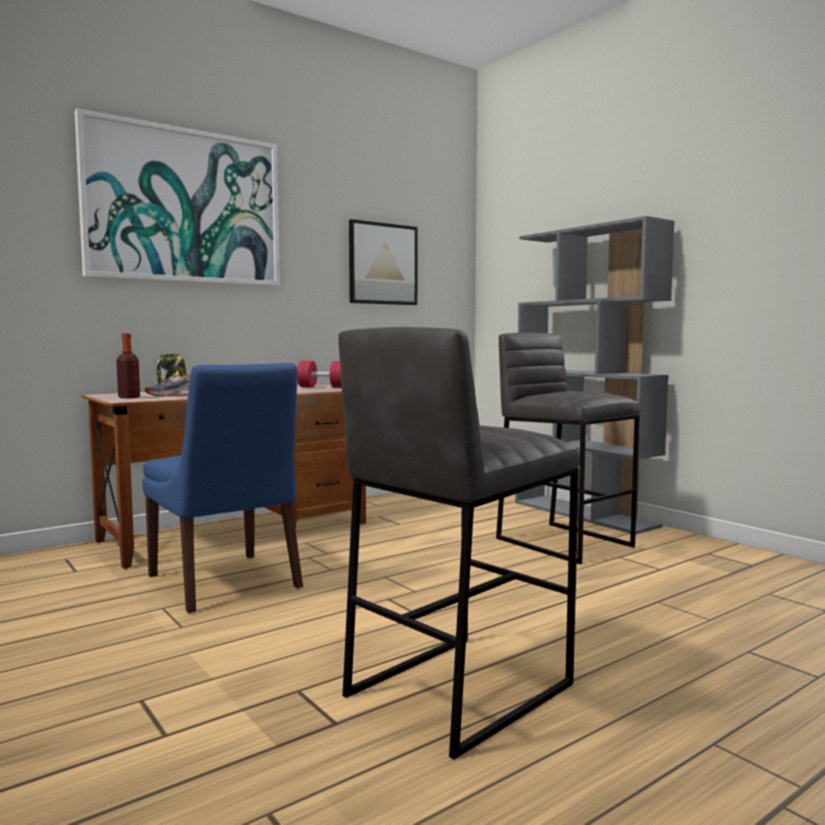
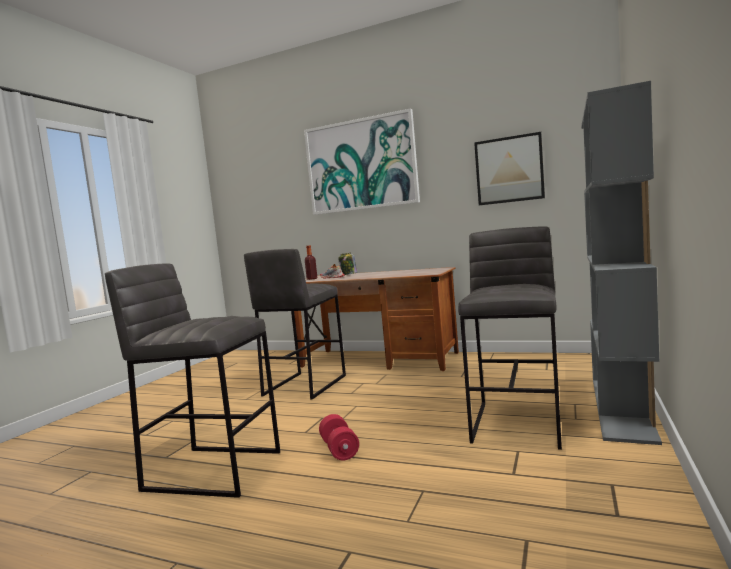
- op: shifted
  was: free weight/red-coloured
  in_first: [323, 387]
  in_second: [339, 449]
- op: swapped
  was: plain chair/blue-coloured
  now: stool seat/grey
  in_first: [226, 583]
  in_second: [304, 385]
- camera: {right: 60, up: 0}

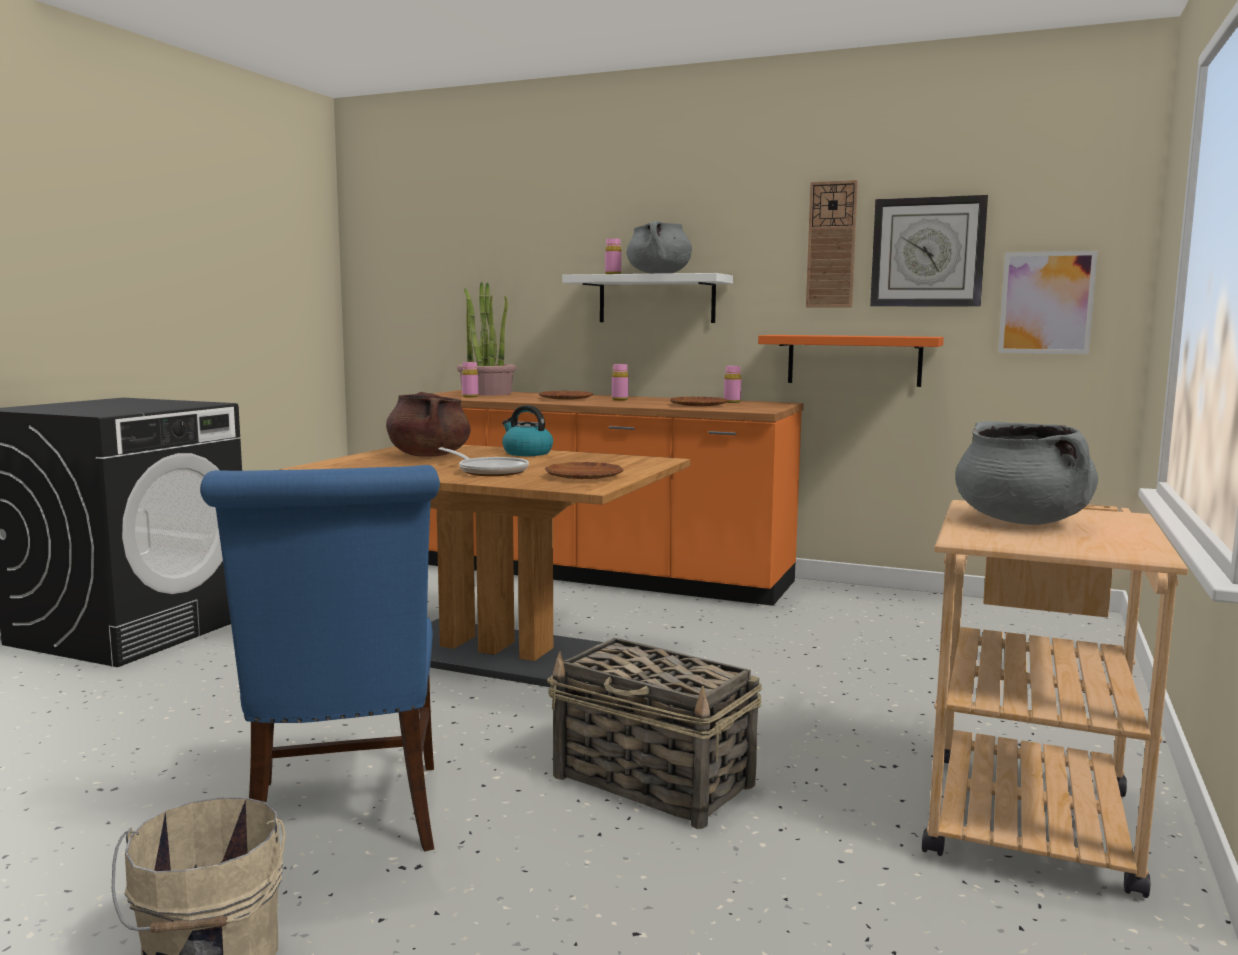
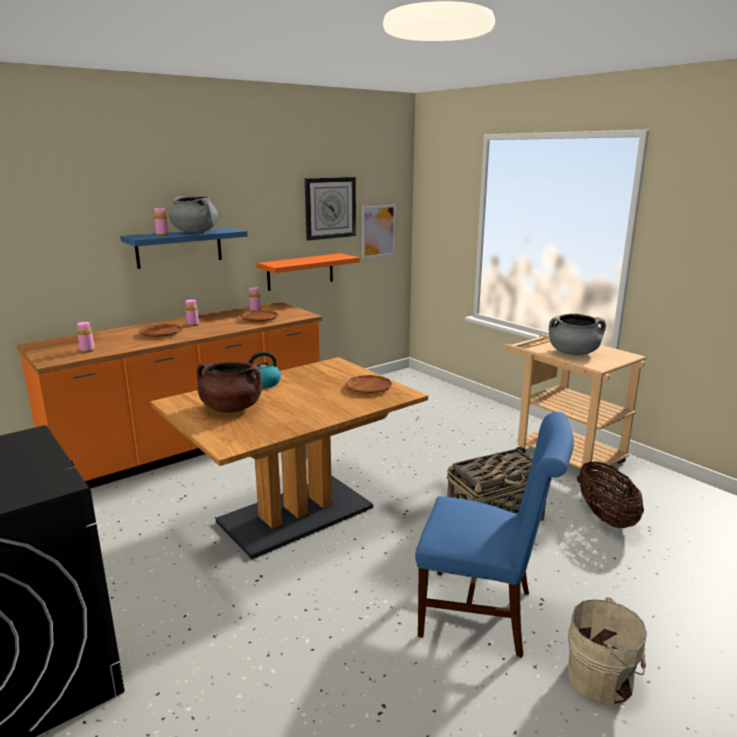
- op: gone
  was: wall clock
  in_first: [831, 245]
- op: repainted
  was: wall shelf/whitish
  now: wall shelf/blue-coloured
  in_first: [656, 299]
  in_second: [179, 247]
- op: gone
  was: plant in a pot
  in_first: [486, 393]
- op: gone
  was: skillet
  in_first: [489, 471]
- op: new
  now: household basket
  in_second: [606, 516]
- camera: {right: -60, up: 10}

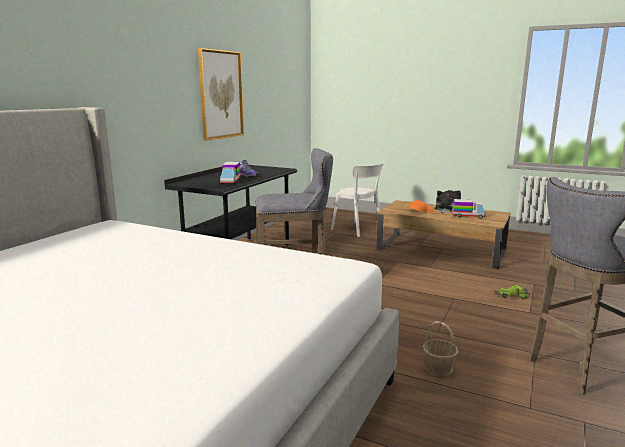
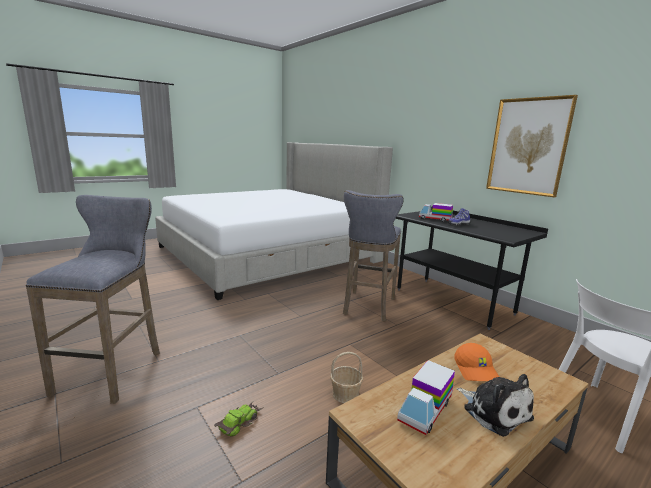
- op: shifted
  was: household basket
  in_first: [438, 368]
  in_second: [345, 394]
- camera: {right: 115, up: 0}

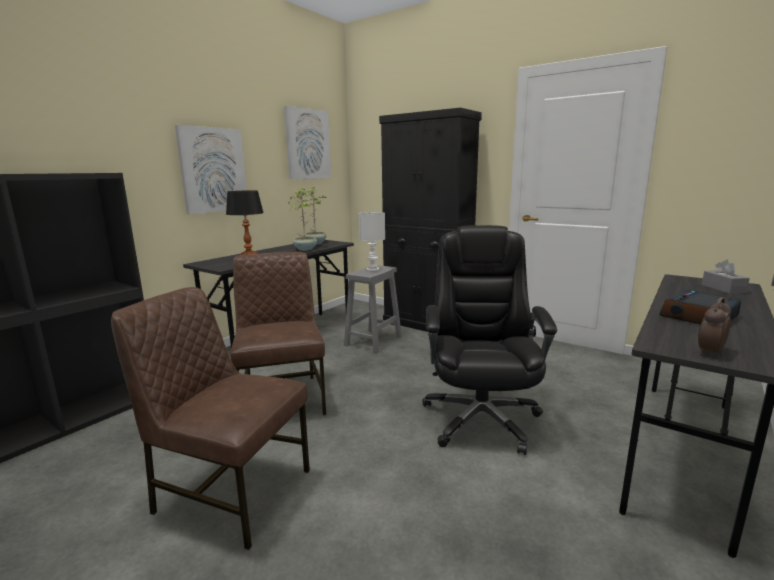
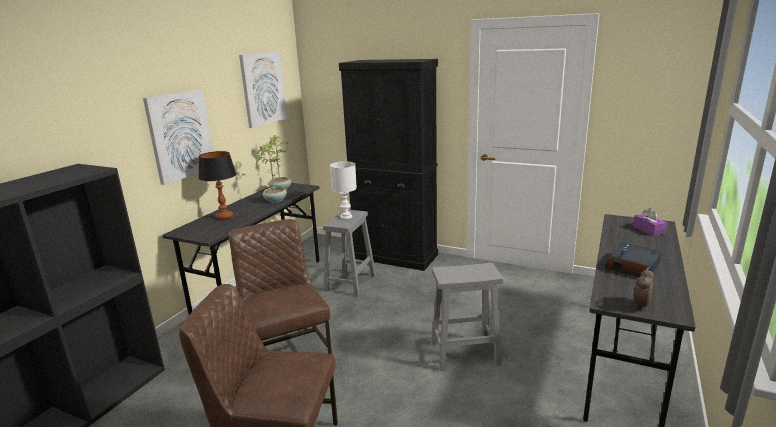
- op: swapped
  was: office chair/black
  now: stool seat/grey
  in_first: [480, 417]
  in_second: [466, 352]
- op: repainted
  was: box of tissues/grey
  now: box of tissues/purple
  in_first: [723, 288]
  in_second: [648, 230]
- camera: {right: -10, up: 5}

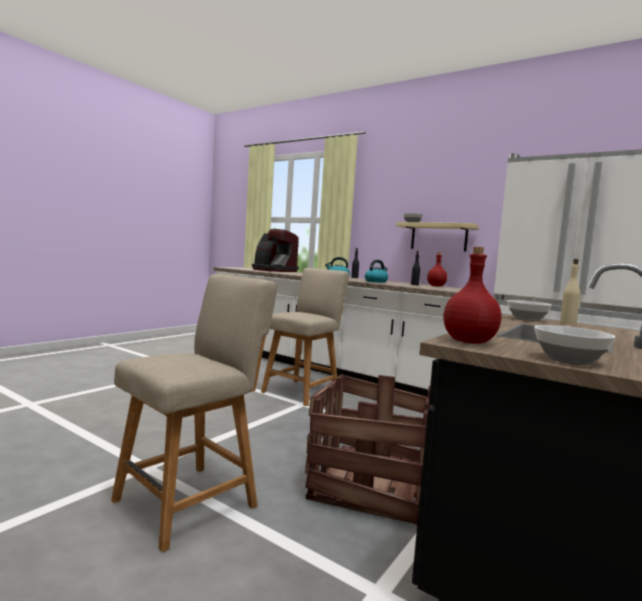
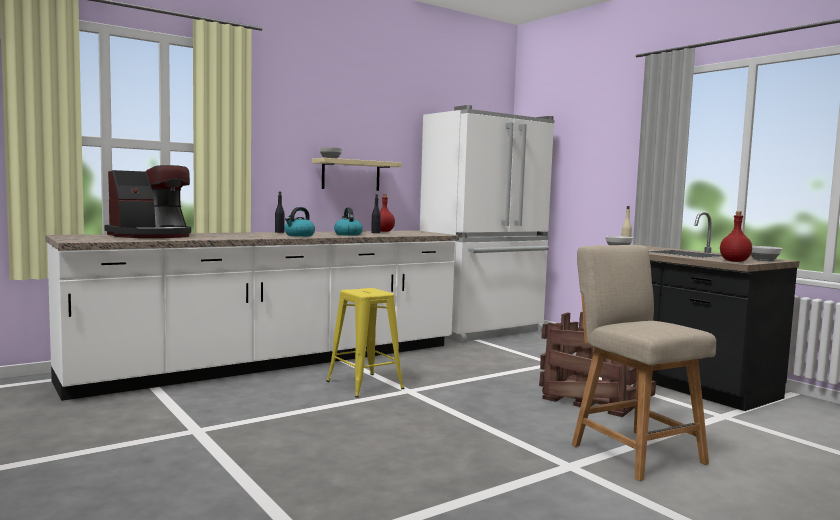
- op: swapped
  was: plain chair/sand-coloured
  now: stool seat/yellow-coloured
  in_first: [302, 391]
  in_second: [364, 385]
- camera: {right: -70, up: 0}

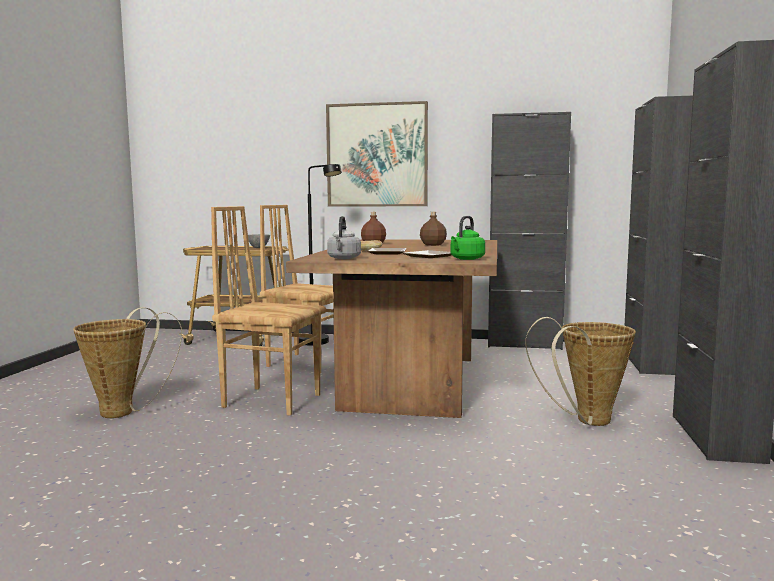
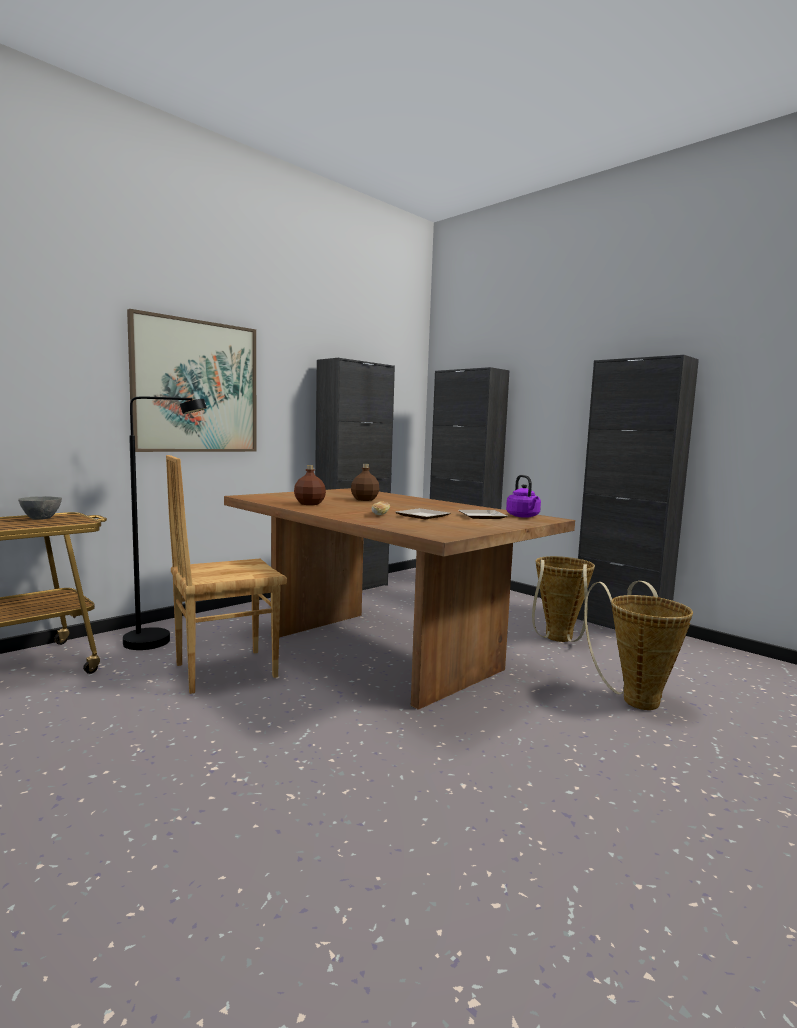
- op: gone
  was: plain chair/brown
  in_first: [272, 400]
- op: gone
  was: kettle/grey
  in_first: [343, 258]
- op: repainted
  was: kettle/green-coloured
  now: kettle/purple
  in_first: [466, 259]
  in_second: [523, 516]
- op: shifted
  was: household basket
  in_first: [124, 411]
  in_second: [635, 698]
- camera: {right: -55, up: 0}

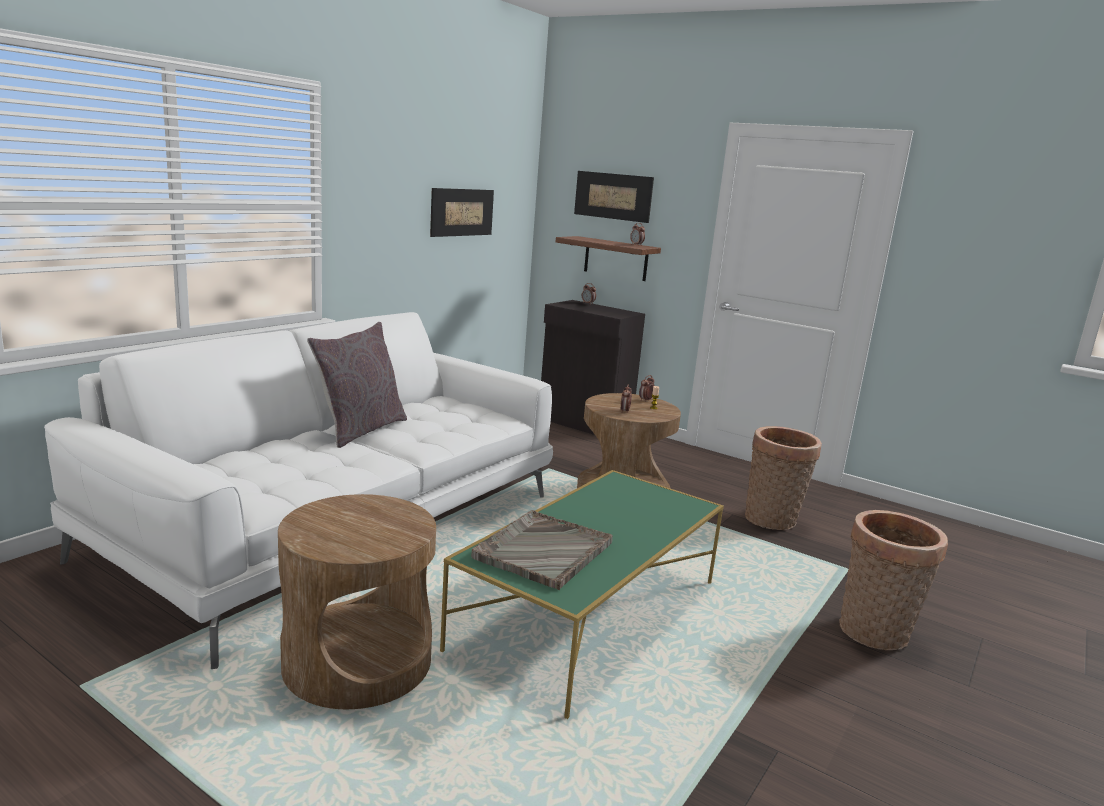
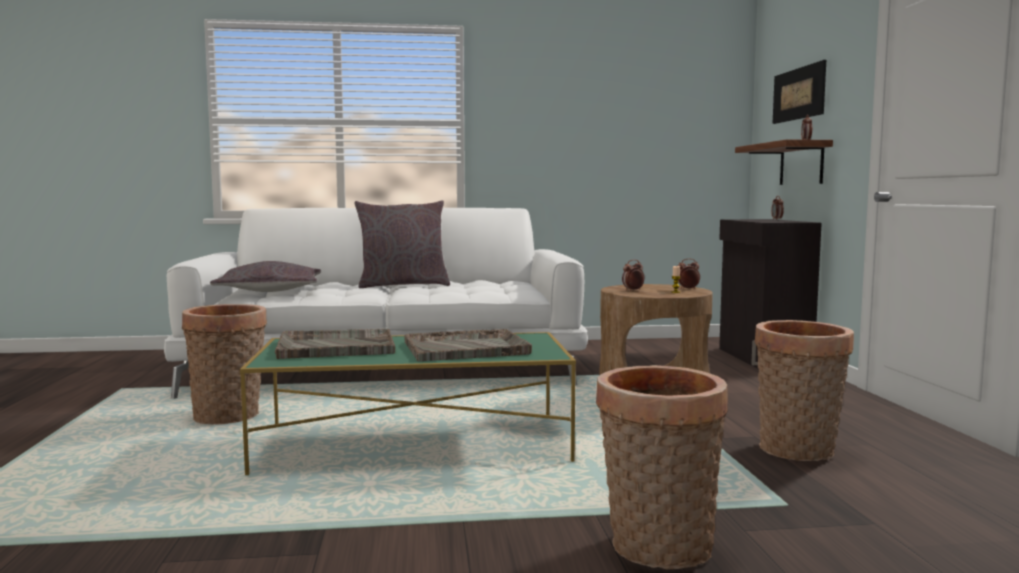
- op: gone
  was: wall picture
  in_first: [462, 212]
- op: swapped
  was: side table/brown
  now: household basket
  in_first: [357, 662]
  in_second: [229, 417]
- op: new
  now: cushion/grey
  in_second: [270, 291]
- op: new
  now: tray/grey
  in_second: [467, 348]
- camera: {right: 50, up: -10}

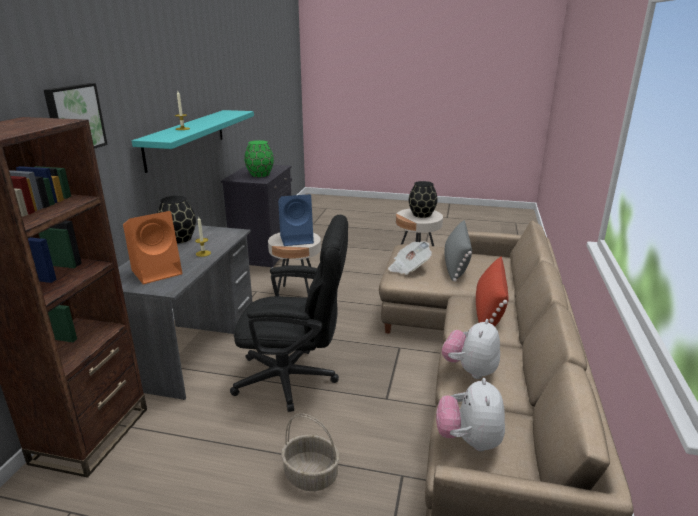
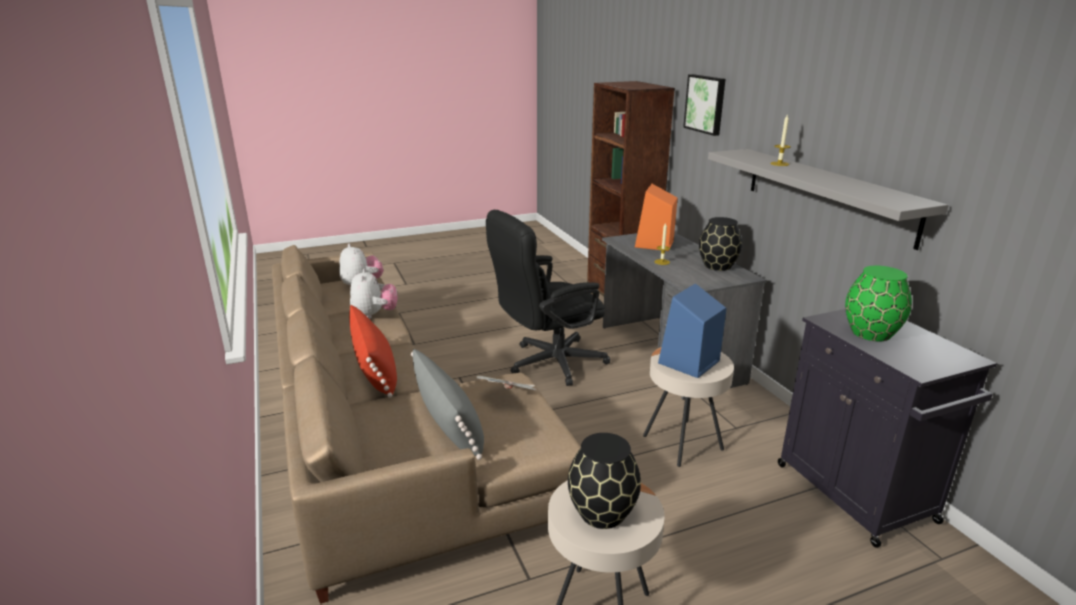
- op: repainted
  was: wall shelf/turquoise-coloured
  now: wall shelf/grey
  in_first: [186, 138]
  in_second: [827, 194]
- op: gone
  was: household basket
  in_first: [311, 475]
- camera: {right: 145, up: 0}

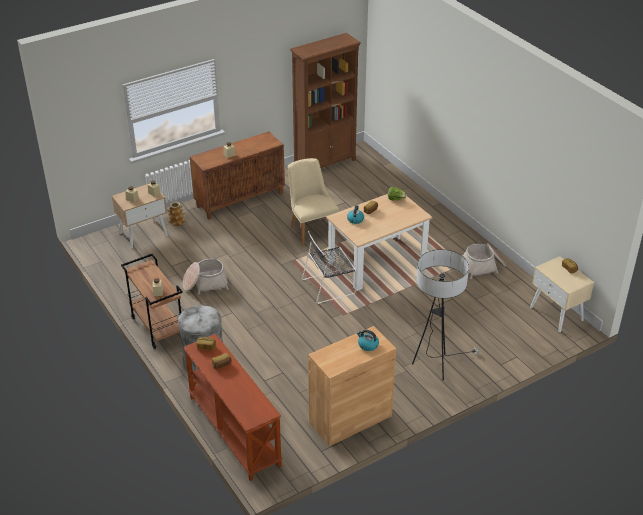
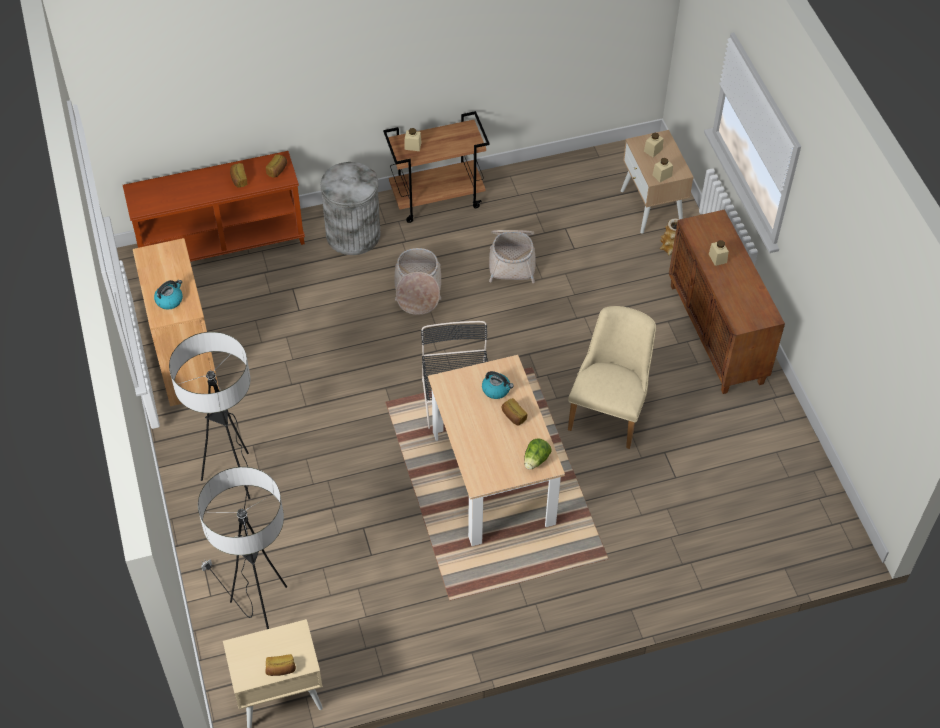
- op: gone
  was: shelving unit/brown
  in_first: [325, 163]
- op: rotated
  was: plain chair/sand-coloured
  in_first: [311, 229]
  in_second: [609, 411]
  clockwise: -60
- op: shifted
  was: household basket
  in_first: [483, 266]
  in_second: [417, 289]
- op: new
  now: standing lamp
  in_second: [260, 608]
- camera: {right: 105, up: 15}

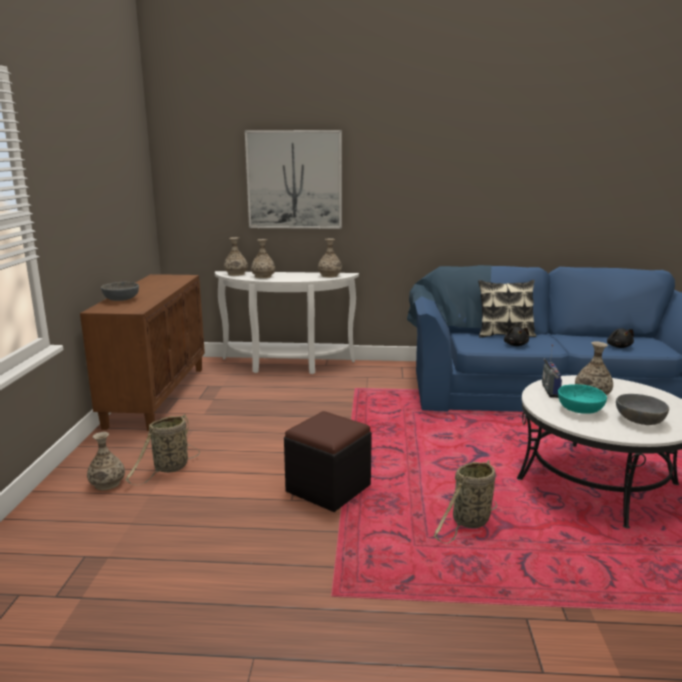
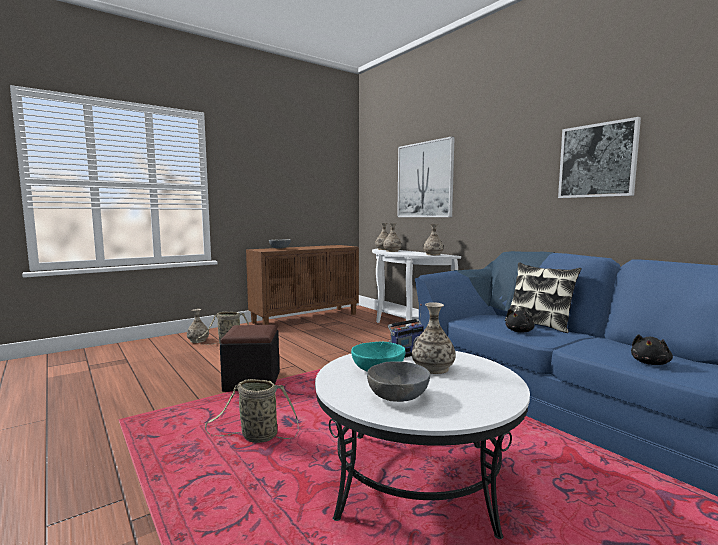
- op: new
  now: wall picture
  in_second: [597, 160]
- camera: {right: 50, up: -10}

